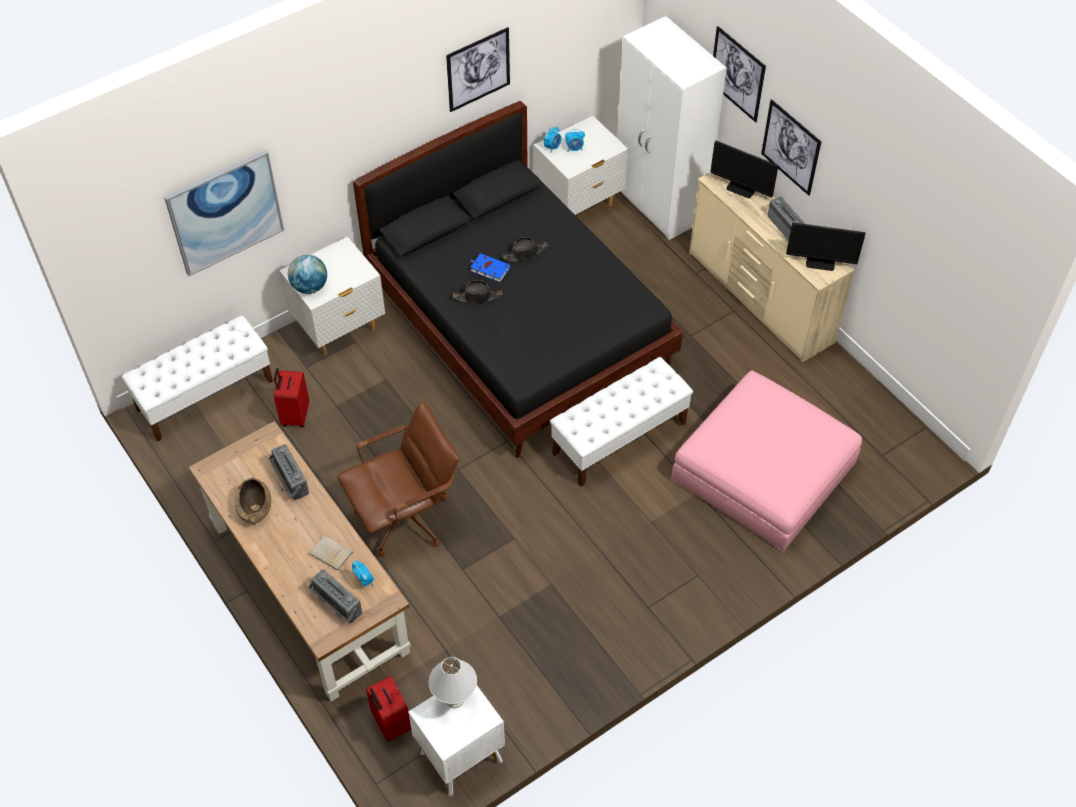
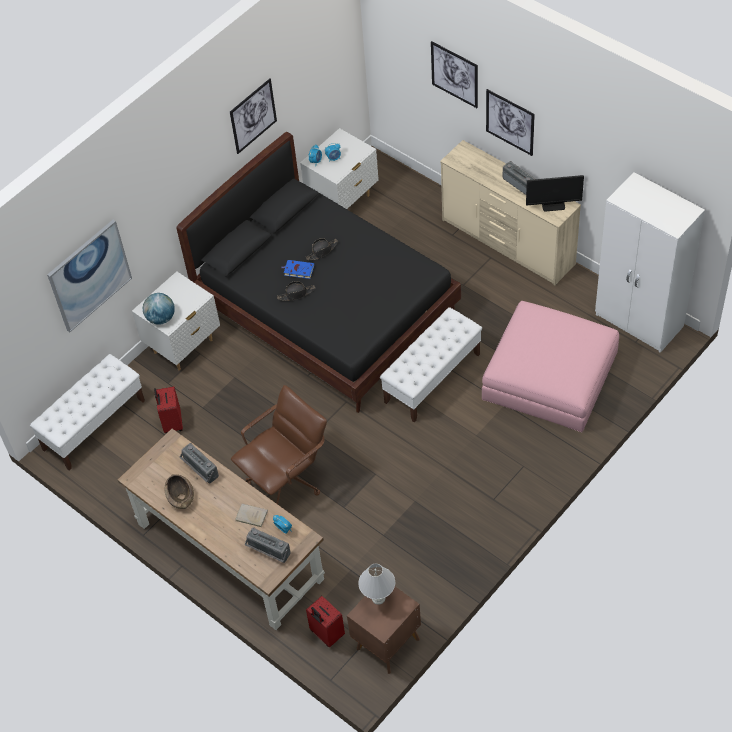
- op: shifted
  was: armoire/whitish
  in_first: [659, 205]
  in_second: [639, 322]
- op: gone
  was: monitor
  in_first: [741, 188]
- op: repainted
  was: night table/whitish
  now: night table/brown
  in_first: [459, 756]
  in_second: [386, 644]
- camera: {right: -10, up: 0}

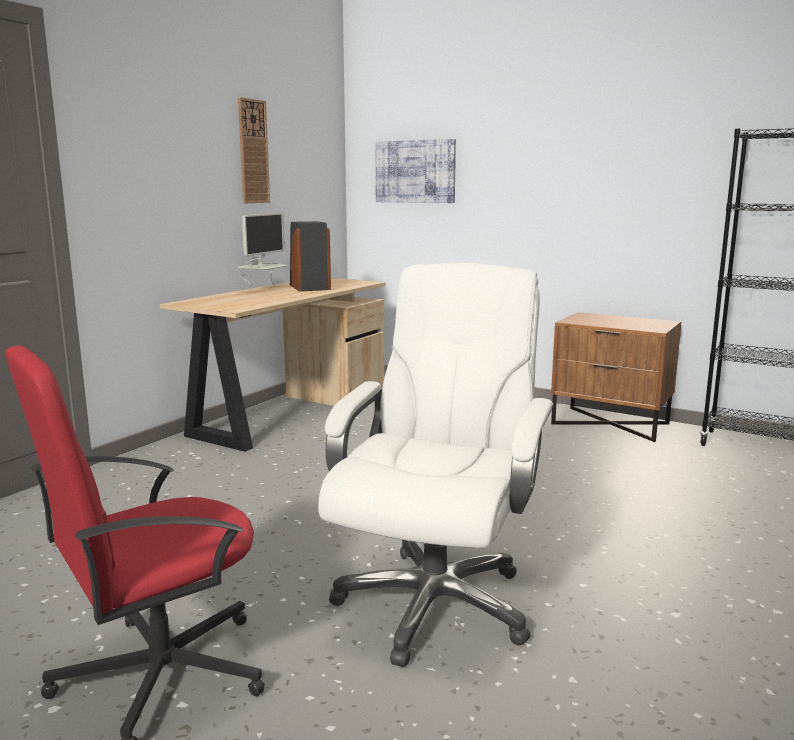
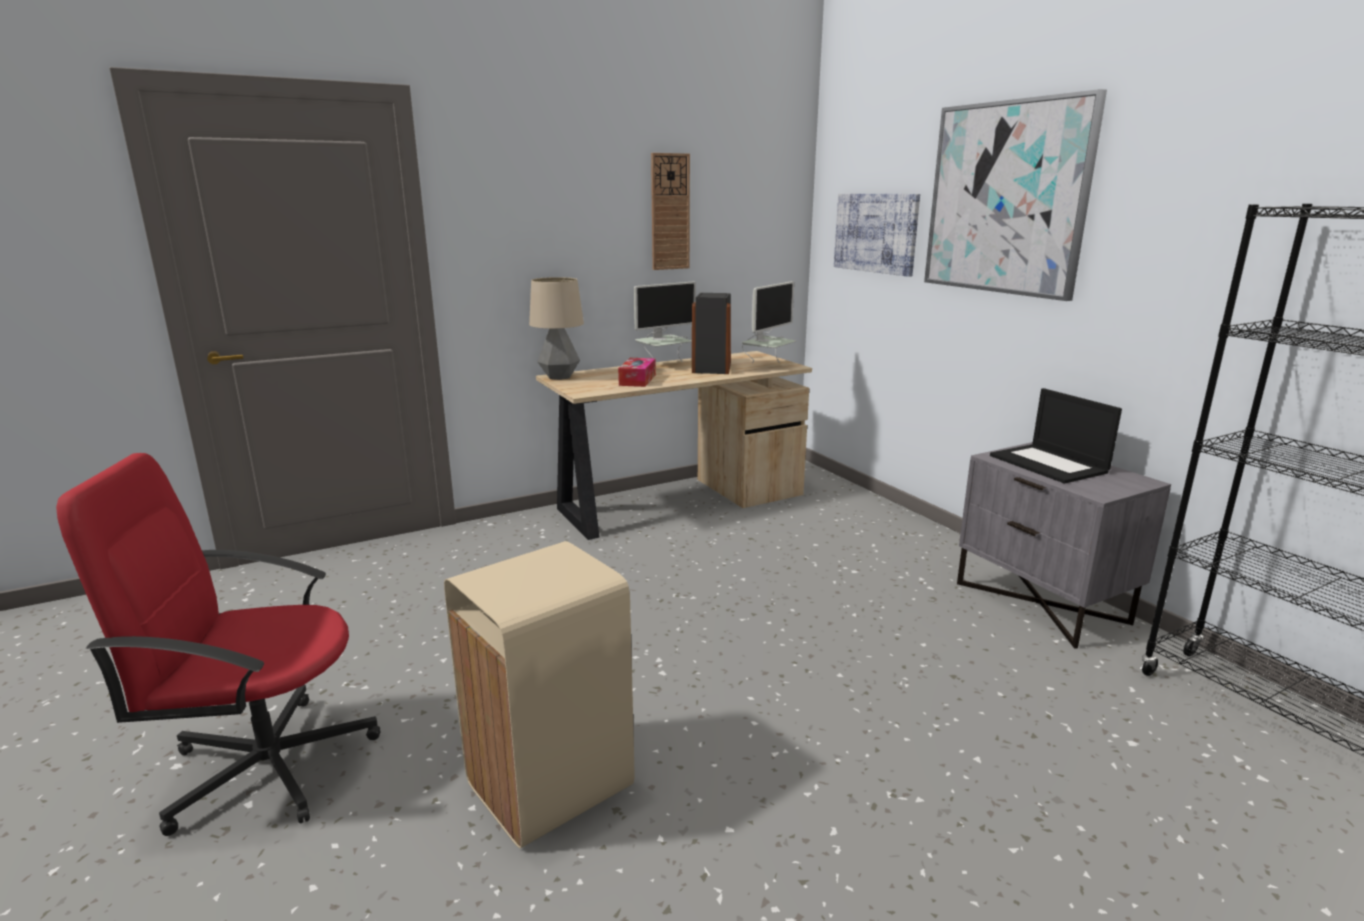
- op: swapped
  was: office chair/whitish
  now: trash can/sand-coloured
  in_first: [434, 603]
  in_second: [551, 786]
- op: repainted
  was: night table/brown
  now: night table/grey
  in_first: [611, 423]
  in_second: [1042, 603]
- op: new
  now: wall picture
  in_second: [1006, 198]
- op: new
  now: tabletop lamp
  in_second: [559, 377]
- op: new
  now: monitor
  in_second: [767, 366]
- op: new
  now: box of tissues
  in_second: [637, 380]
- op: new
  now: laptop
  in_second: [1050, 464]
- camera: {right: 30, up: 5}

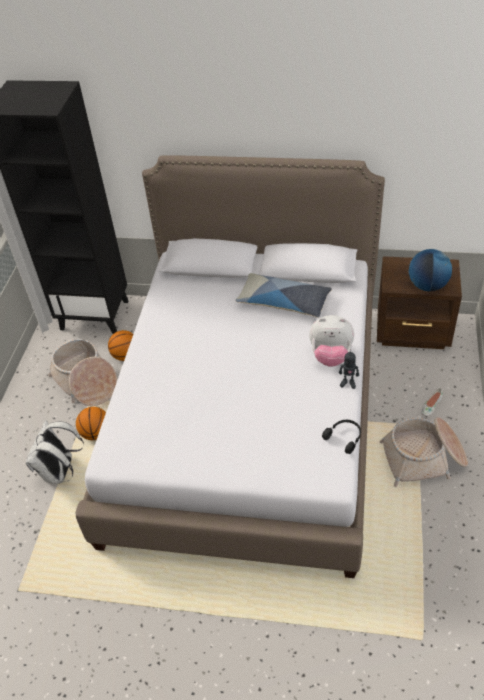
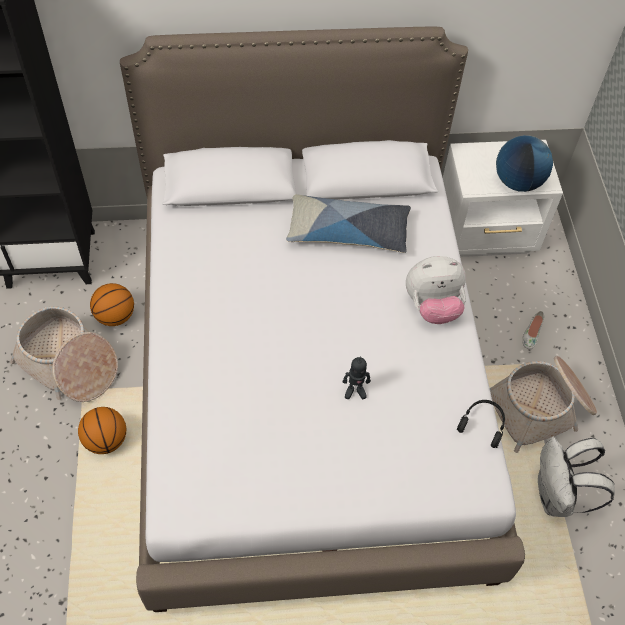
- op: repainted
  was: night table/brown
  now: night table/whitish
  in_first: [413, 332]
  in_second: [487, 234]
- op: shifted
  was: robot figure
  in_first: [348, 383]
  in_second: [355, 391]
- op: shifted
  was: rucksack/whitish
  in_first: [60, 472]
  in_second: [557, 497]
- camera: {right: -20, up: 10}

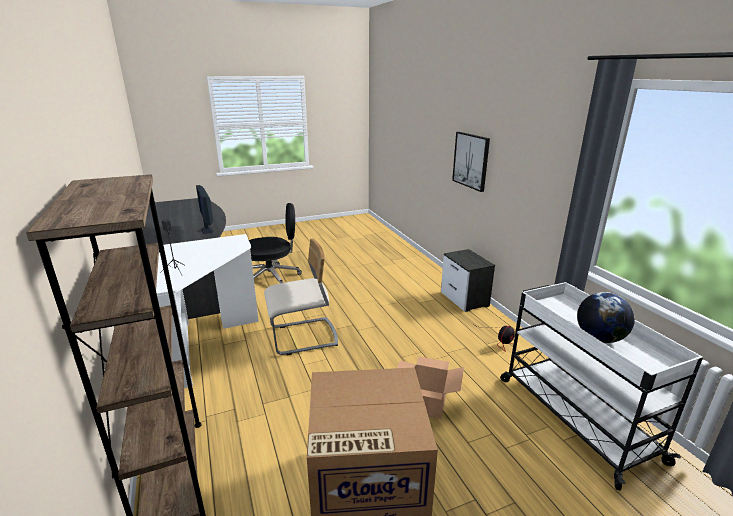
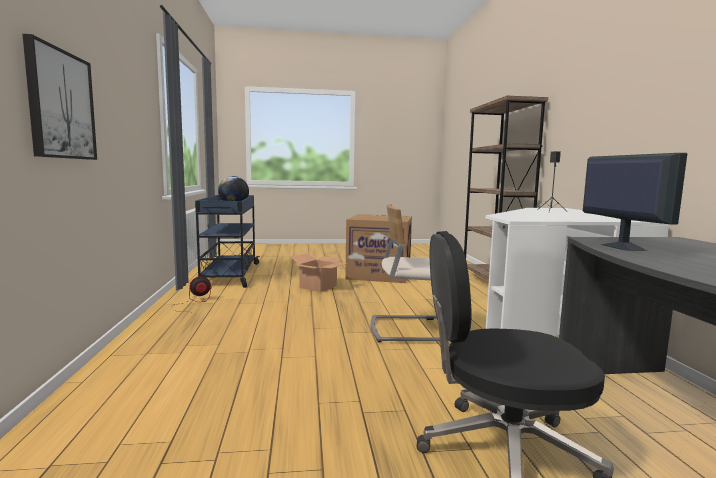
- op: gone
  was: night table
  in_first: [464, 299]
- op: repainted
  was: trolley/whitish
  now: trolley/blue-coloured
  in_first: [574, 416]
  in_second: [229, 275]
- camera: {right: -165, up: -15}

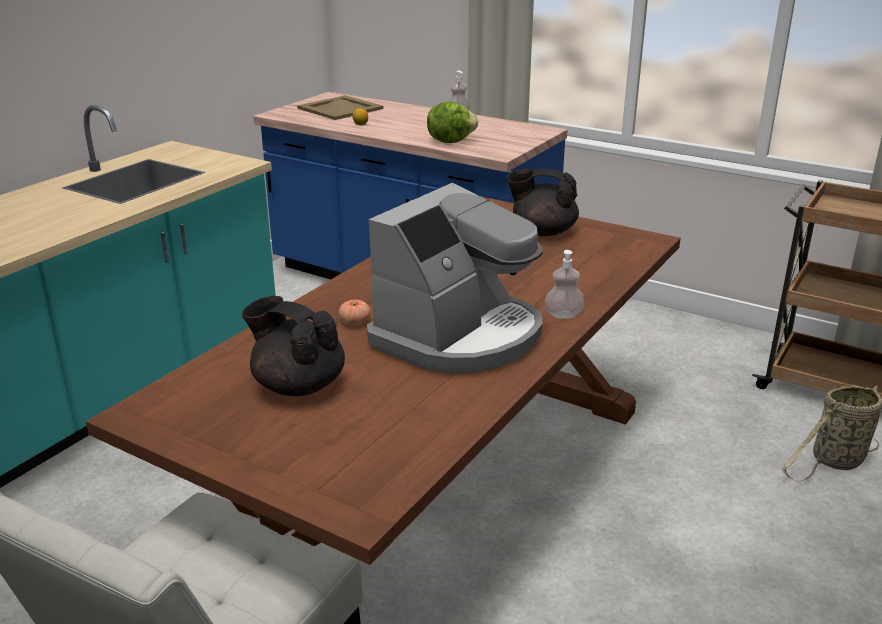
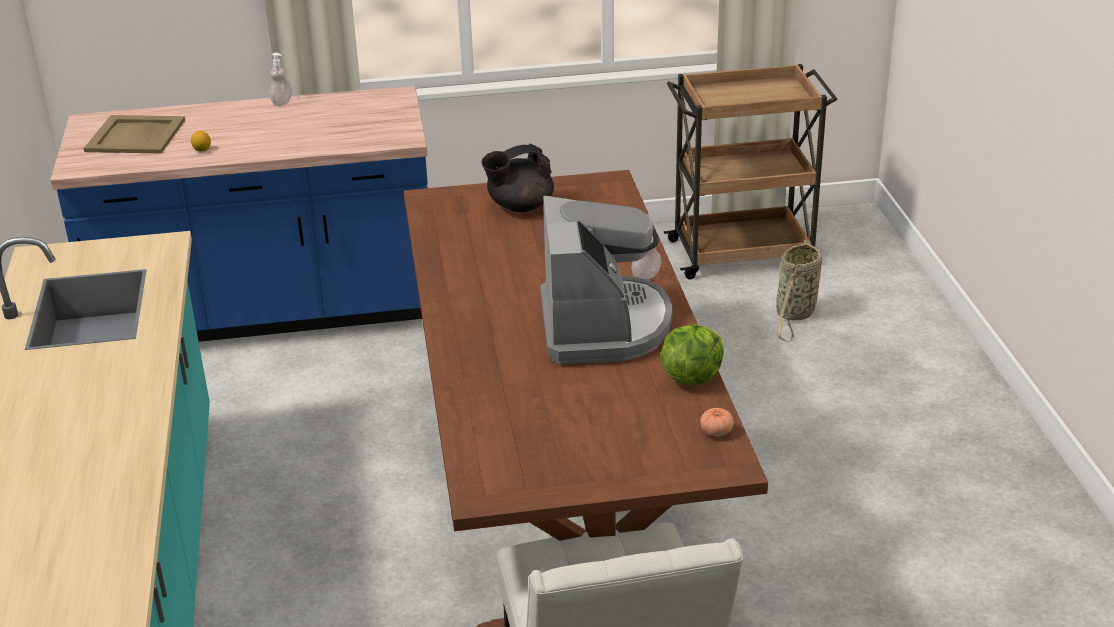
- op: shifted
  was: lettuce
  in_first: [450, 141]
  in_second: [691, 376]
- op: gone
  was: pot for tea/black
  in_first: [298, 385]
- op: shifted
  was: whole tomato
  in_first: [355, 322]
  in_second: [716, 431]
- camera: {right: -40, up: 5}

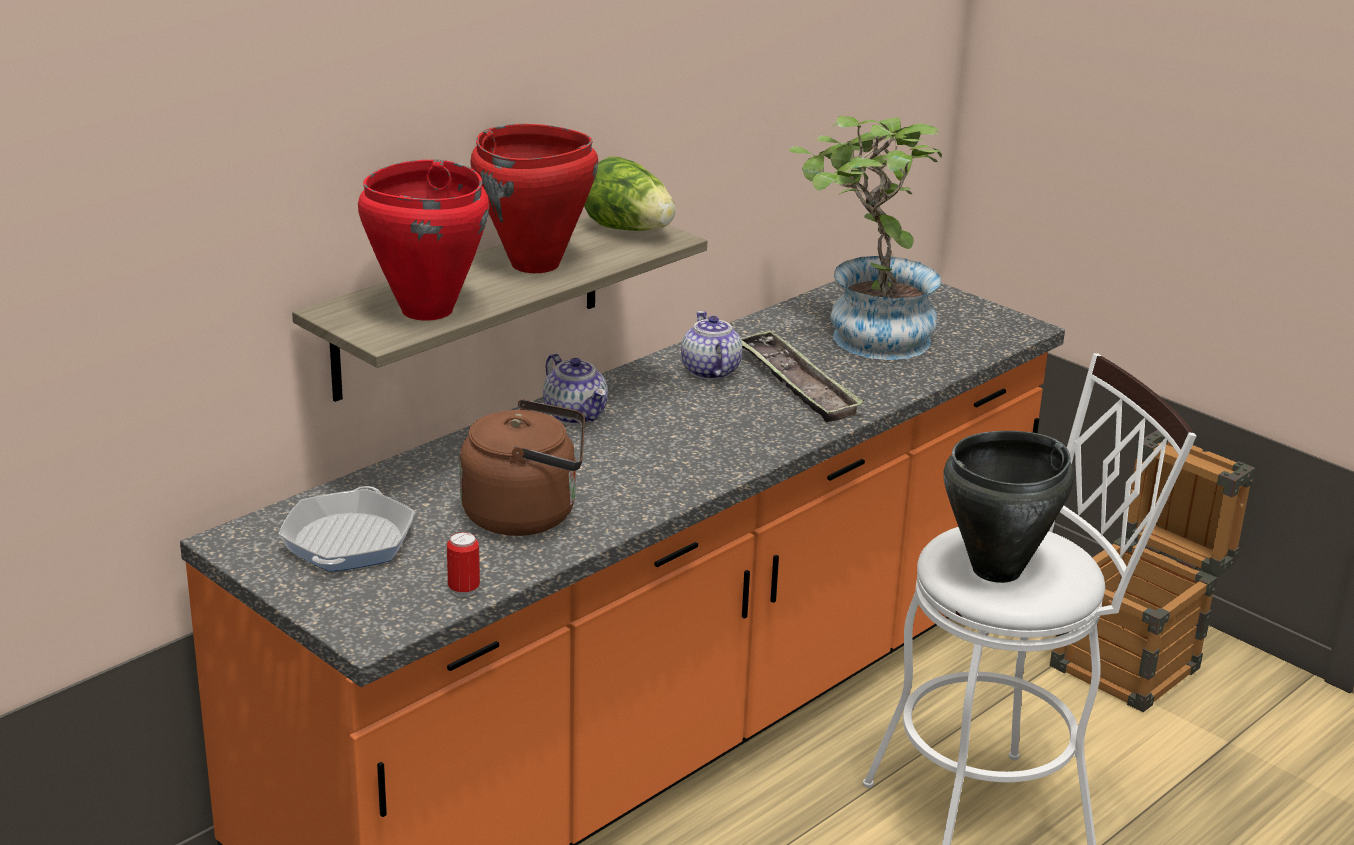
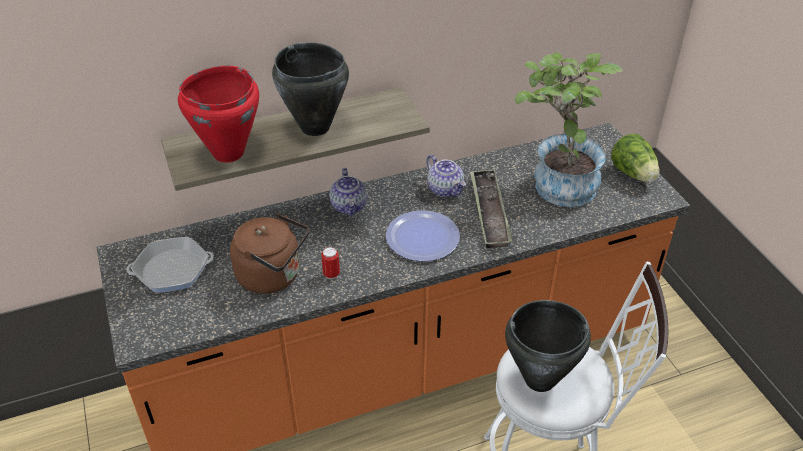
- op: repainted
  was: saucepot/red-coloured
  now: saucepot/black
  in_first: [535, 264]
  in_second: [315, 128]
- op: shifted
  was: lettuce
  in_first: [629, 230]
  in_second: [633, 174]
- op: rotated
  was: pot for tea
  in_first: [709, 371]
  in_second: [445, 189]
  clockwise: 135
- op: gone
  was: shipping crate
  in_first: [1136, 660]
- op: rotated
  was: skillet
  in_first: [348, 541]
  in_second: [172, 270]
  clockwise: 45
- op: shifted
  was: can
  in_first: [464, 589]
  in_second: [331, 274]
- op: new
  now: flat dish
  in_second: [422, 237]
- camera: {right: 25, up: 15}

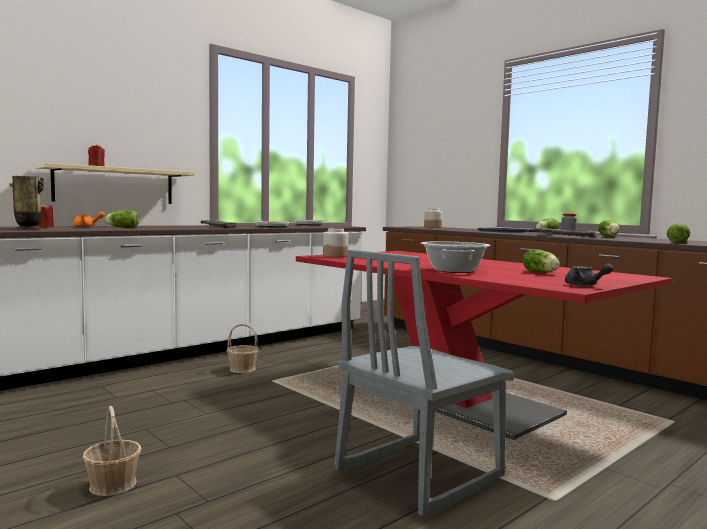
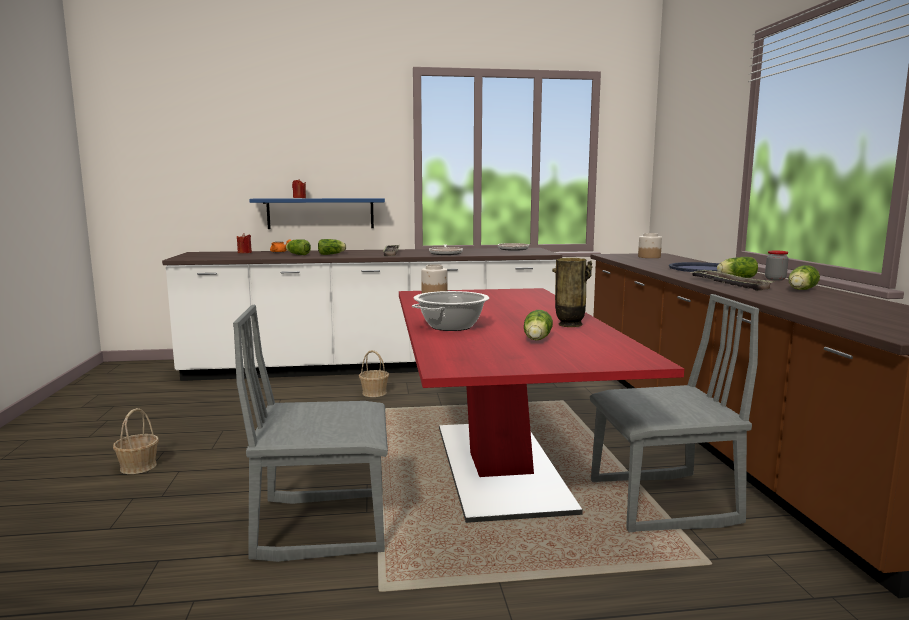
- op: repainted
  was: wall shelf/sand-coloured
  now: wall shelf/blue-coloured
  in_first: [115, 185]
  in_second: [320, 213]
- op: shifted
  was: vase
  in_first: [28, 228]
  in_second: [570, 325]
- op: shifted
  was: lettuce
  in_first: [678, 242]
  in_second: [332, 254]
- op: gone
  was: pot for tea/grey
  in_first: [585, 285]
- op: new
  now: plain chair/grey
  in_second: [663, 503]
- camera: {right: 35, up: 5}

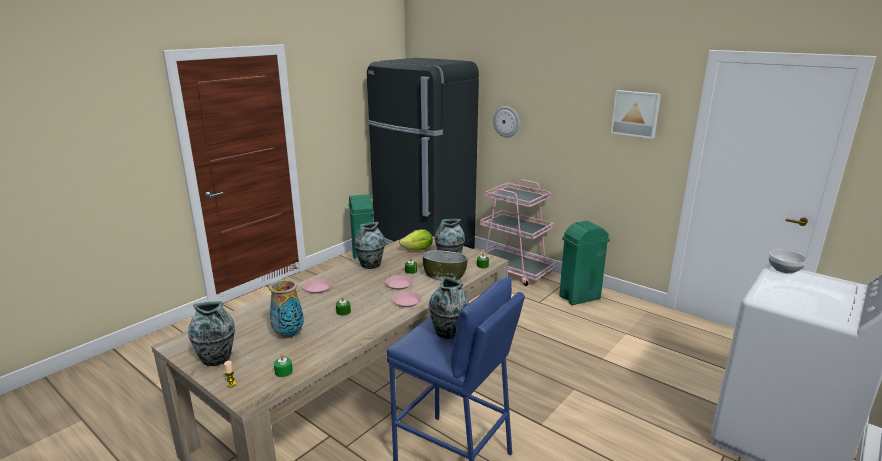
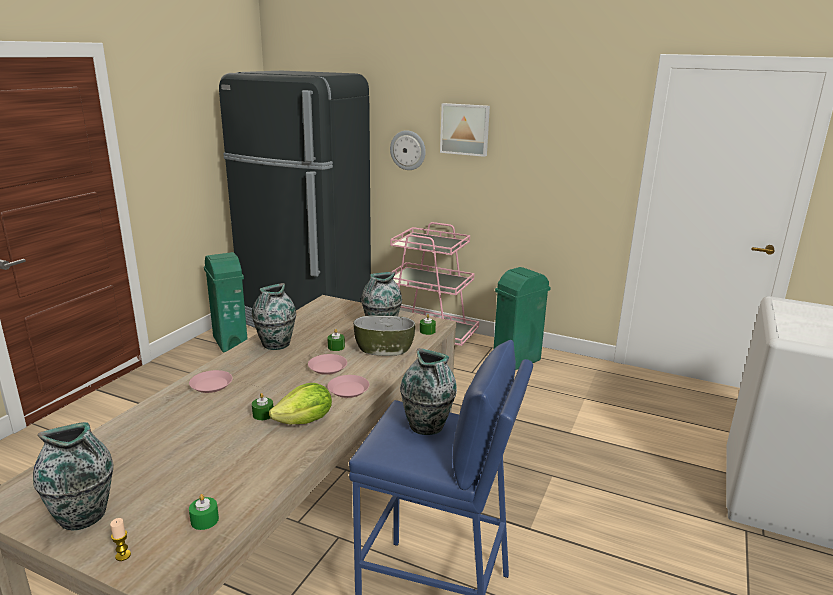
- op: shifted
  was: wall picture
  in_first: [635, 113]
  in_second: [465, 129]
- op: shifted
  was: lettuce
  in_first: [418, 250]
  in_second: [305, 421]
- op: gone
  was: serving bowl
  in_first: [784, 269]
- op: gone
  was: vase
  in_first: [288, 334]
- camera: {right: -15, up: 0}

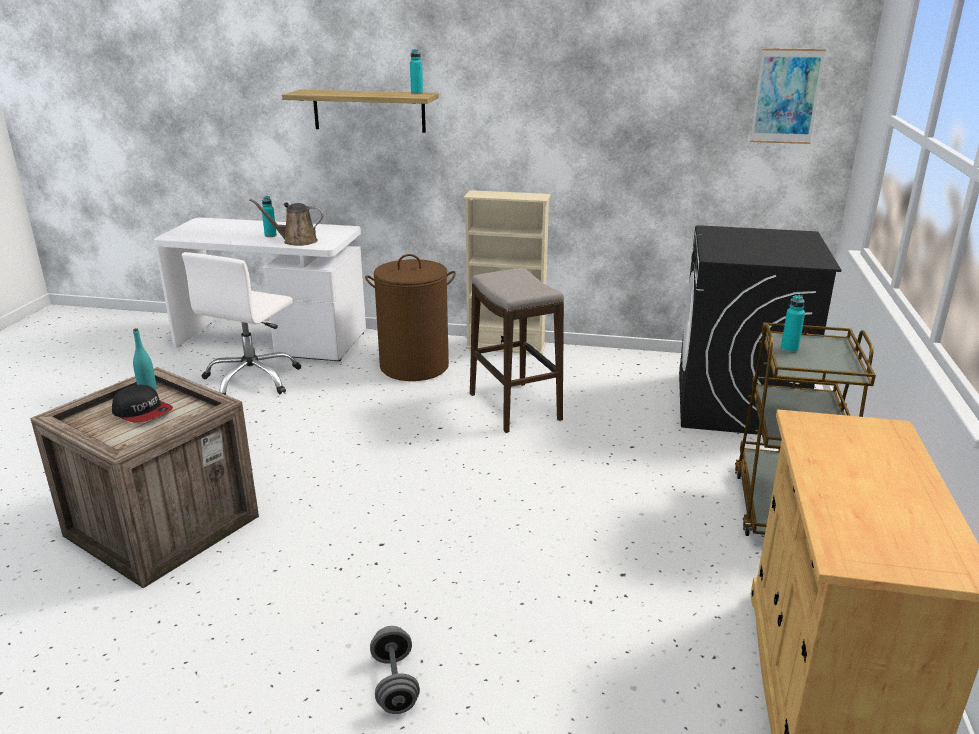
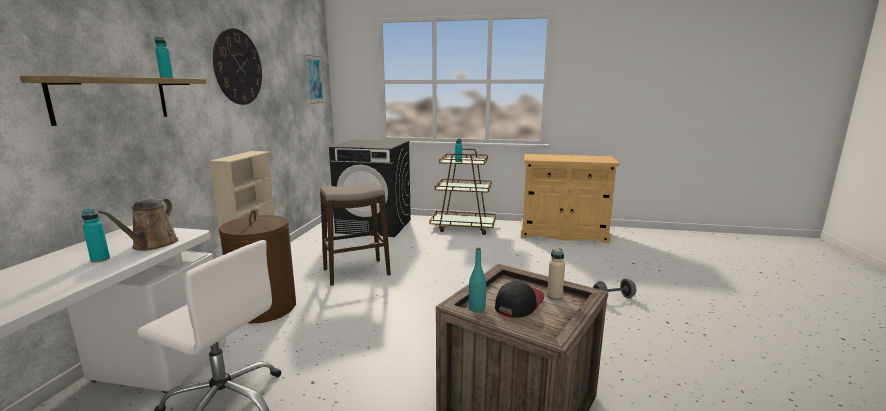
- op: new
  now: wall clock
  in_second: [238, 67]
- op: new
  now: beverage bottle/sand-coloured
  in_second: [554, 296]
- camera: {right: -90, up: -10}

